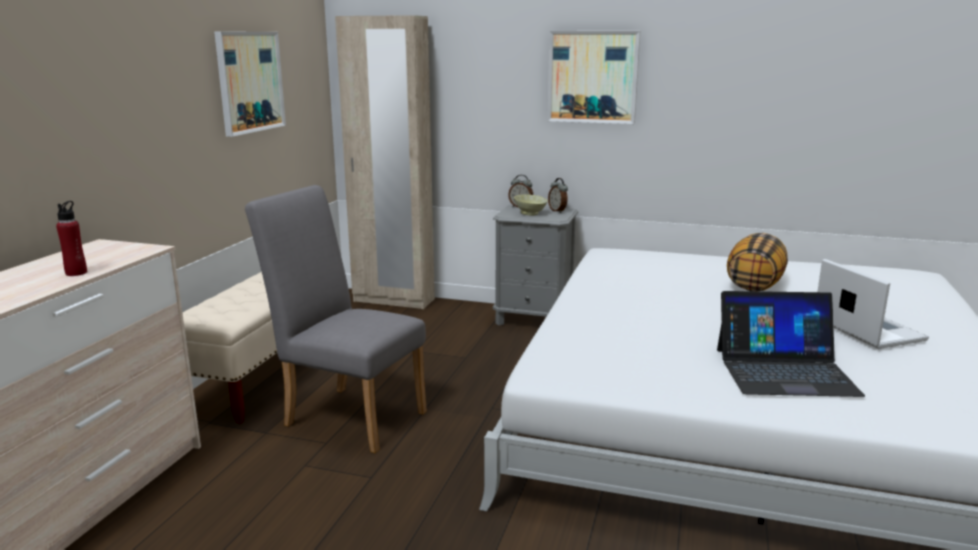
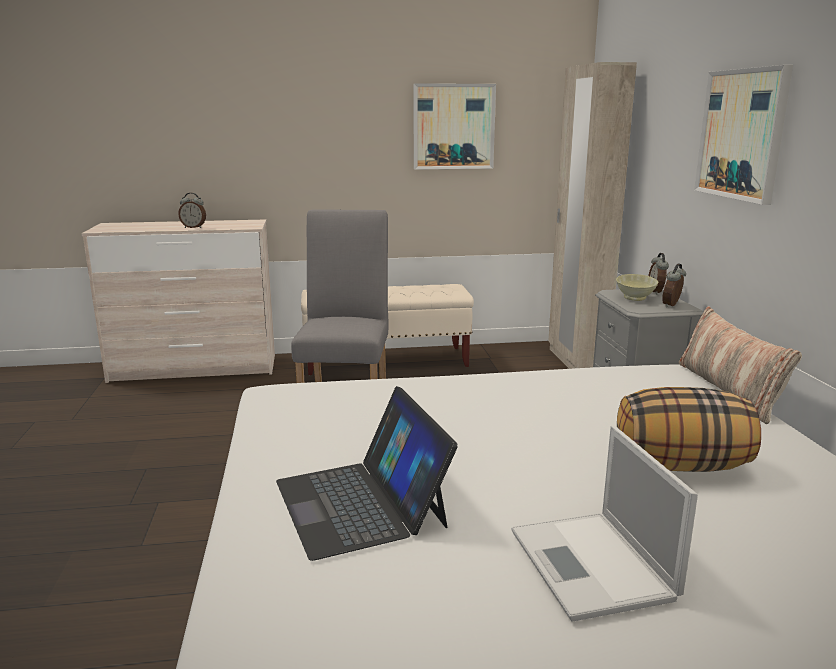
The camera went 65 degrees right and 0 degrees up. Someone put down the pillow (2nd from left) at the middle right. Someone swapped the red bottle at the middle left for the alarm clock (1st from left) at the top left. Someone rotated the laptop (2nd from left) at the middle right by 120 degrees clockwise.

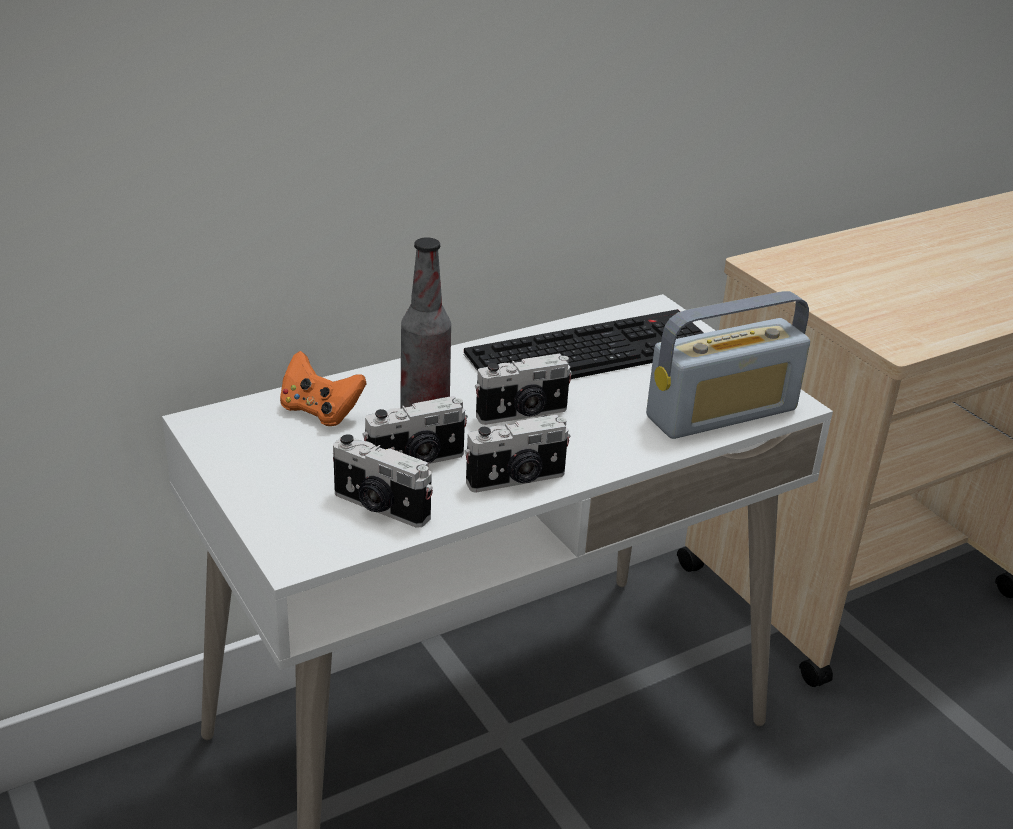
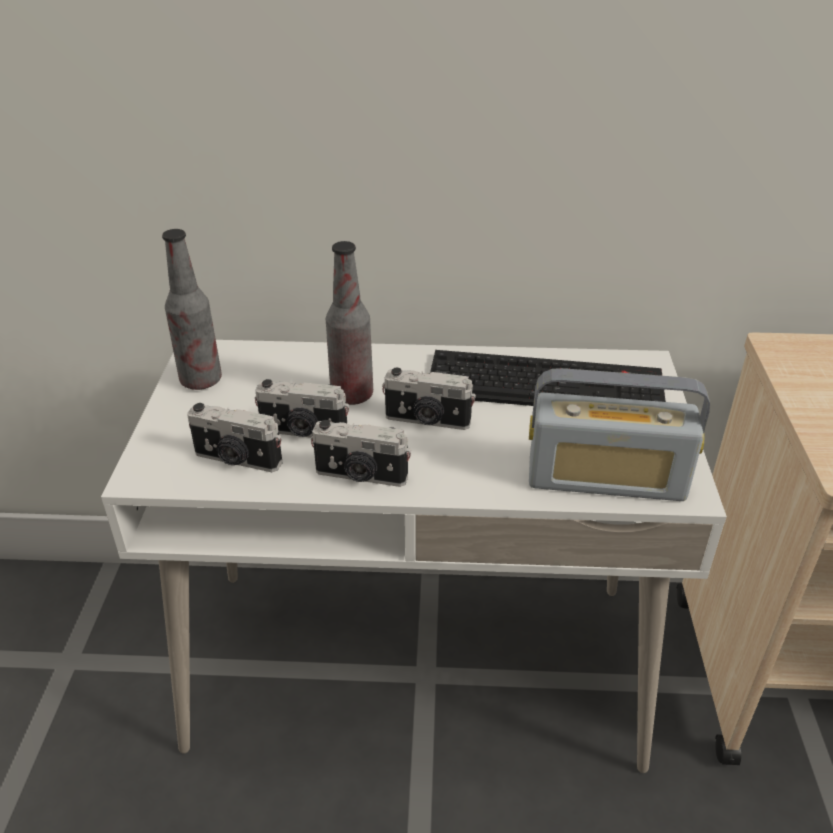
The camera went 35 degrees right and 5 degrees up. Someone took away the orange game controller at the middle left. Someone put down the bottle (1st from left) at the middle left. Someone rotated the photo camera (1st from left) at the centre by 45 degrees counterclockwise.

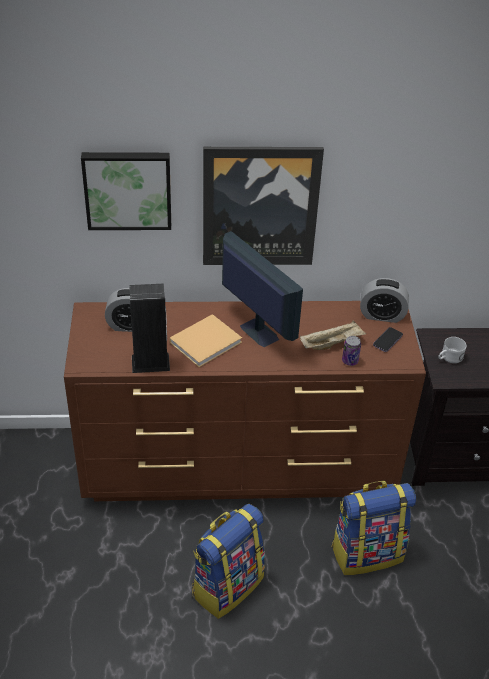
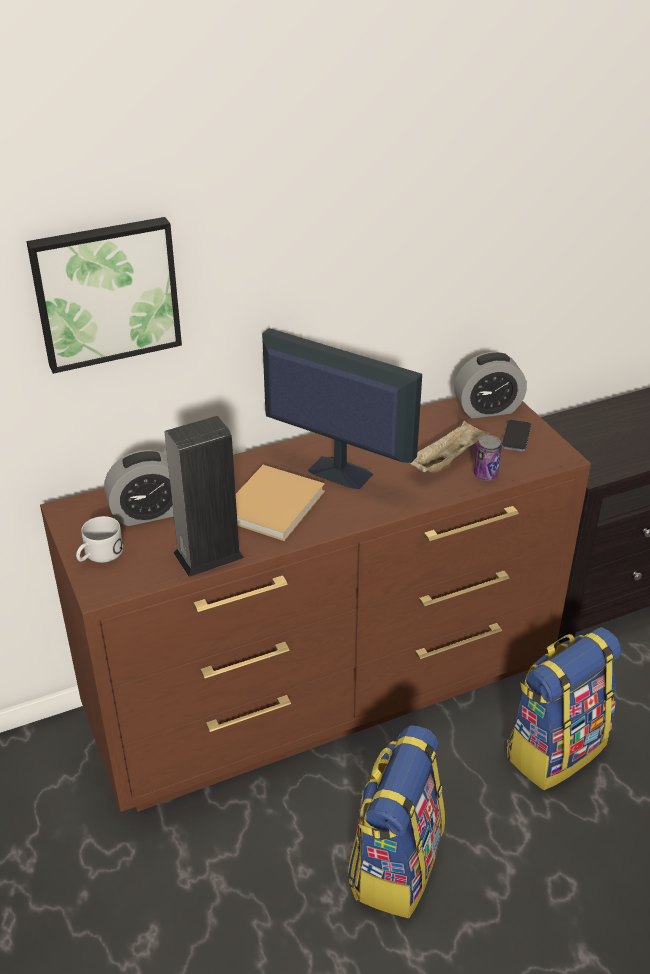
The camera went 20 degrees left and 5 degrees down. Someone took away the picture (2nd from left) at the top centre. Someone carried the white mug from the middle right to the middle left.

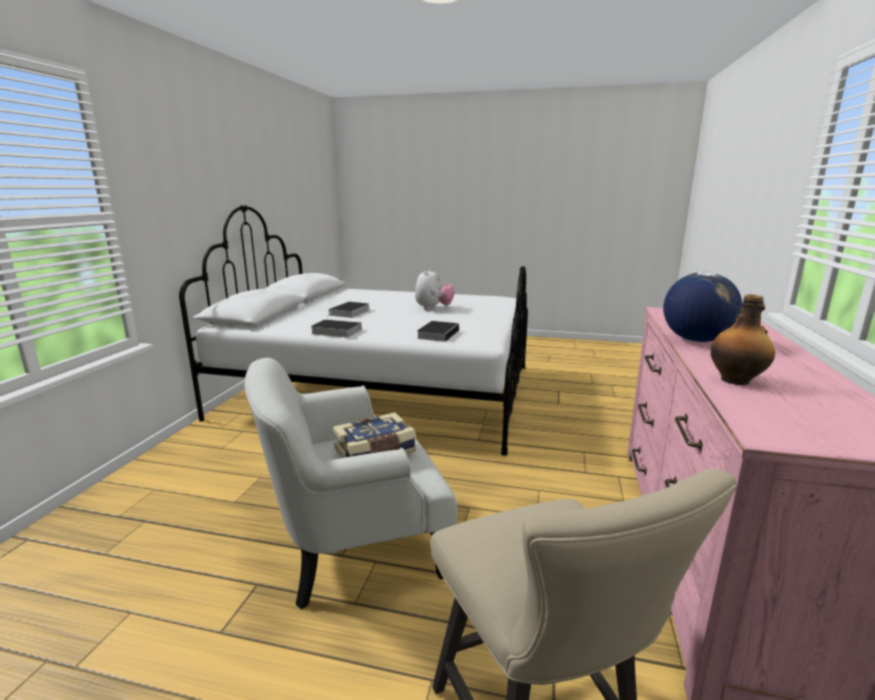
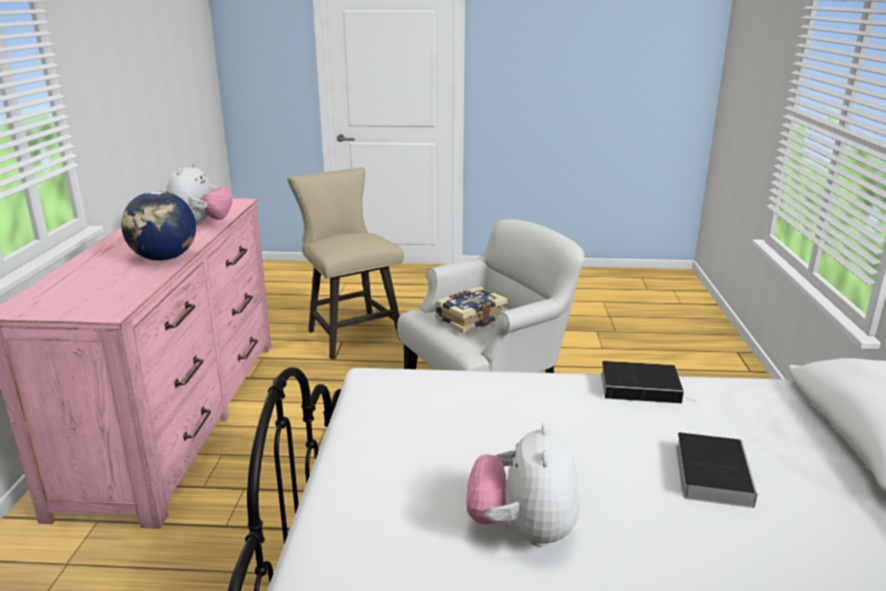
The camera went 170 degrees right and 5 degrees up. Someone took away the book (4th from left) at the centre. Someone swapped the bottle at the middle right for the plush toy (1st from left) at the top left.

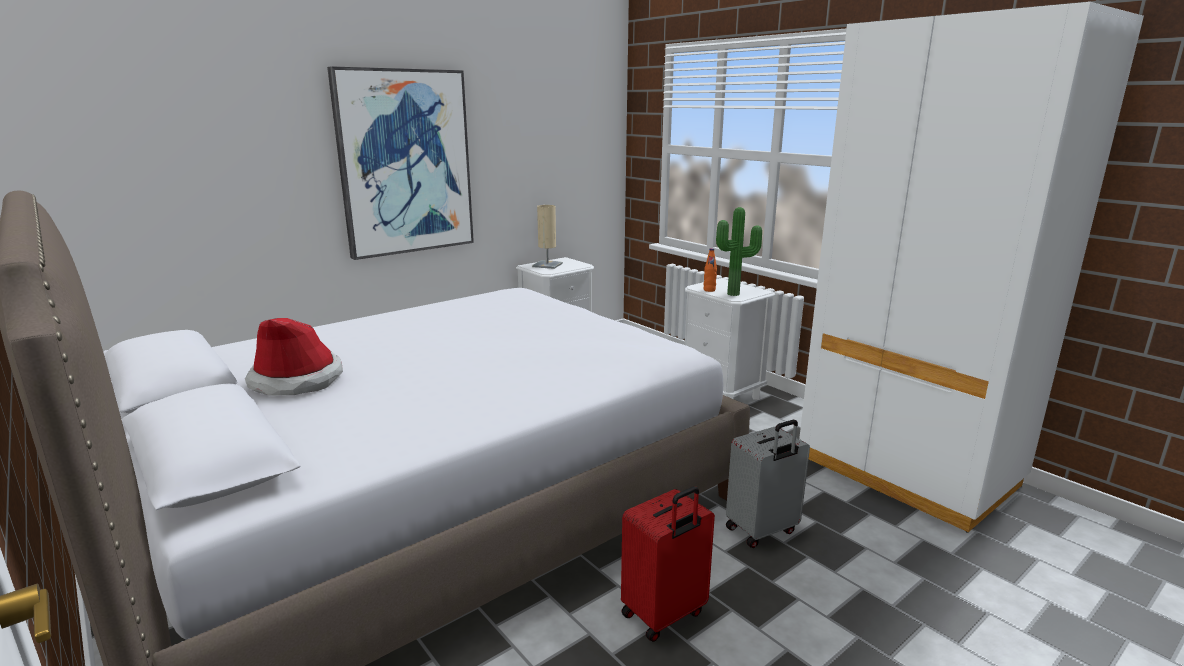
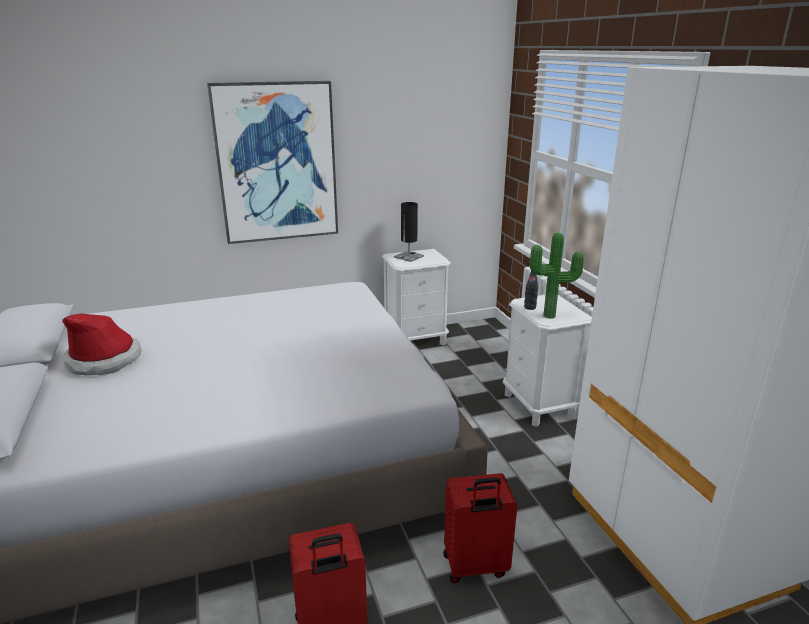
The camera went 20 degrees right and 5 degrees up. Someone repainted the beige table lamp at the centre, which became the black table lamp at the centre. Someone repainted the orange bottle at the centre, which became the black bottle at the centre. Someone repainted the grey suitcase at the bottom centre, which became the red suitcase (2nd from left) at the bottom centre.

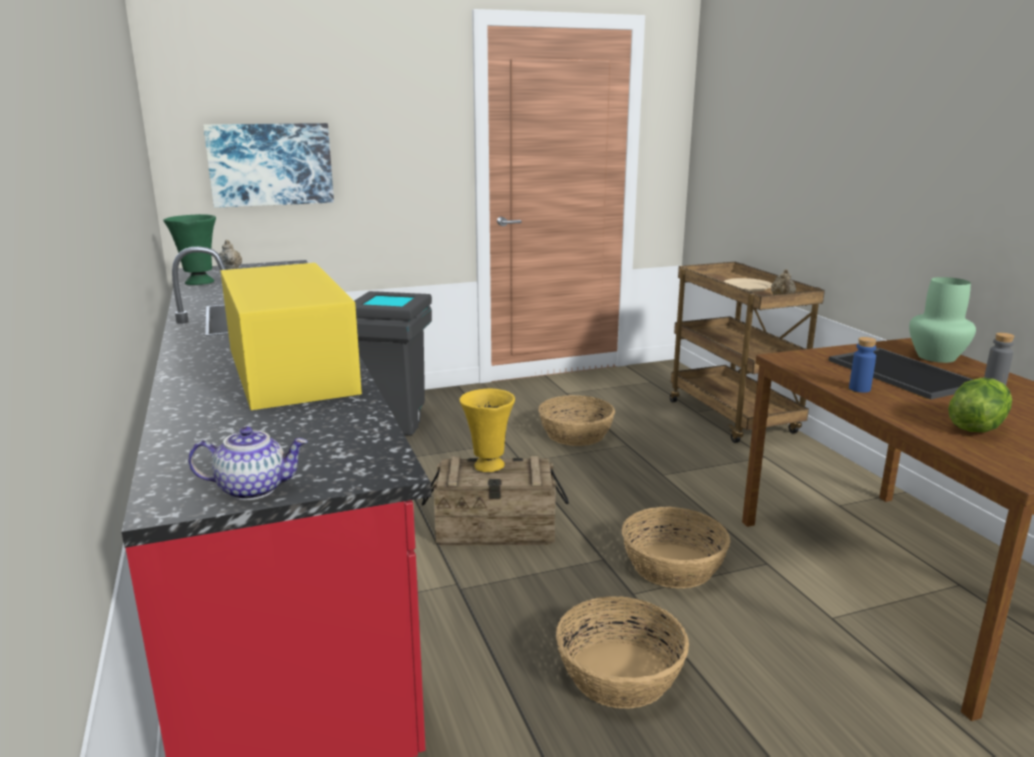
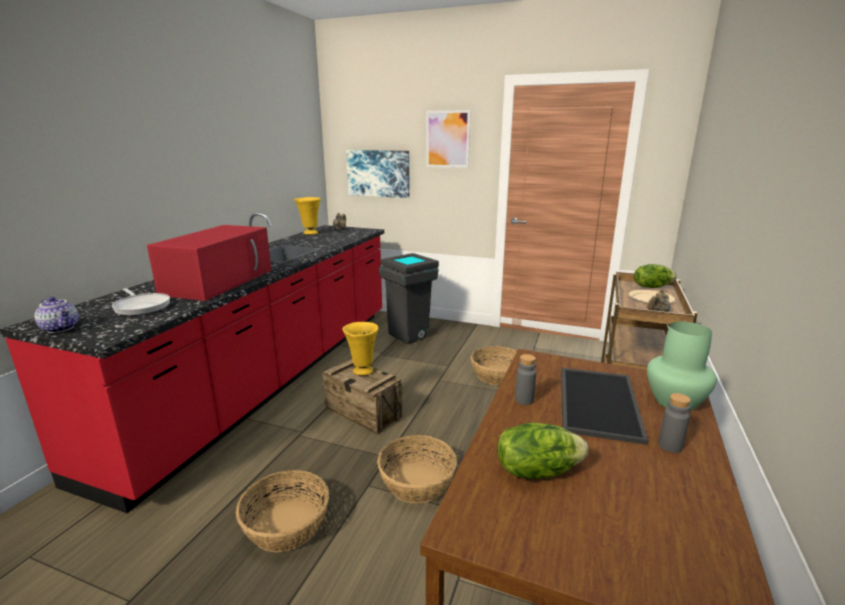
The camera went 40 degrees right and 0 degrees up. Someone put down the frying pan at the middle left. Someone put up the picture (2nd from left) at the top centre. Someone put down the lettuce (2nd from left) at the middle right. Someone repainted the green vase (1st from left) at the top left, which became the yellow vase (1st from left) at the centre. Someone repainted the yellow microwave at the middle left, which became the red microwave at the middle left. Someone repainted the blue bottle at the middle right, which became the grey bottle (1st from left) at the centre.

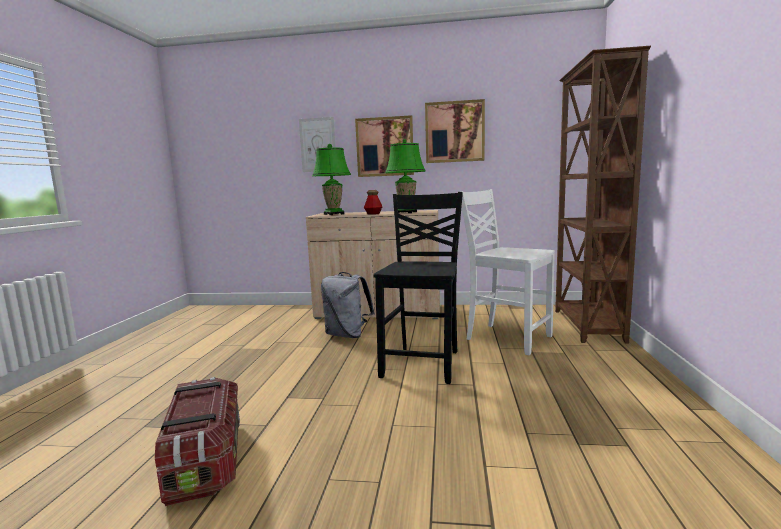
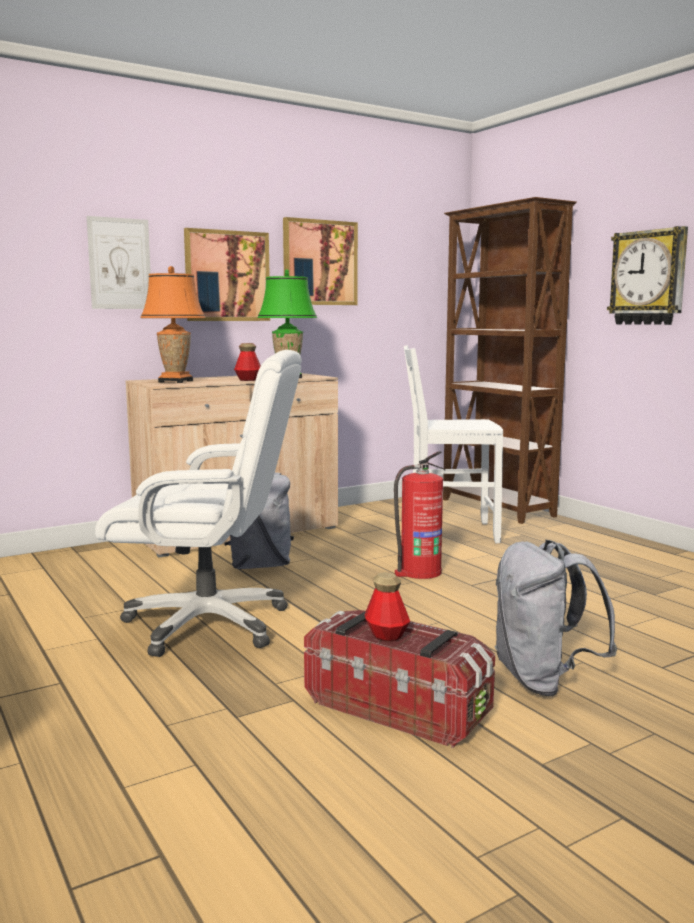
The camera went 40 degrees left and 0 degrees up. Someone put down the white office chair at the middle left. Someone put down the bottle (2nd from left) at the centre. Someone put down the grey backpack (2nd from left) at the bottom right. Someone put up the wall clock at the top right. Someone swapped the black chair at the centre for the fire extinguisher at the centre. Someone repainted the green table lamp (1st from left) at the centre, which became the orange table lamp at the middle left.

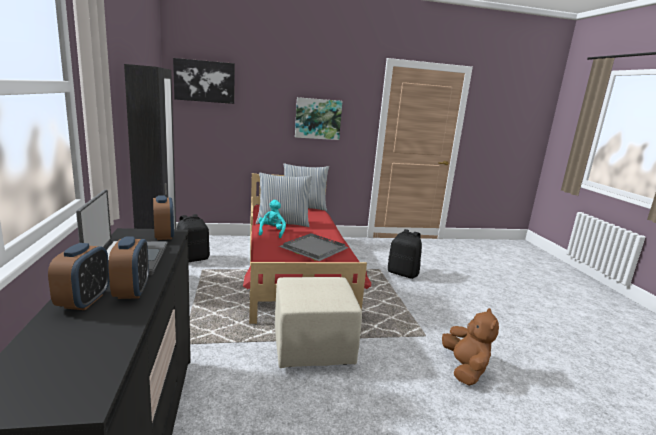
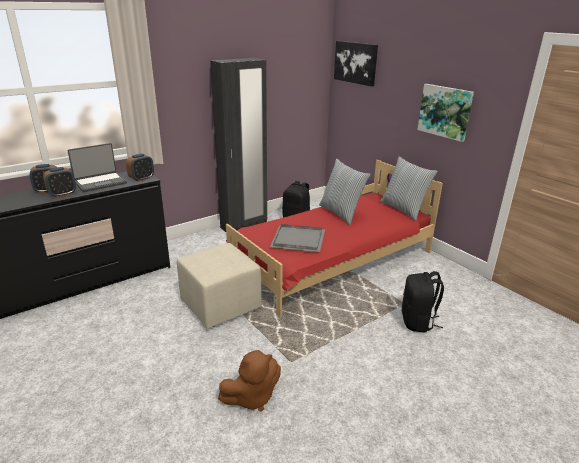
The camera went 65 degrees right and 10 degrees up. Someone took away the turquoise plush toy at the centre.

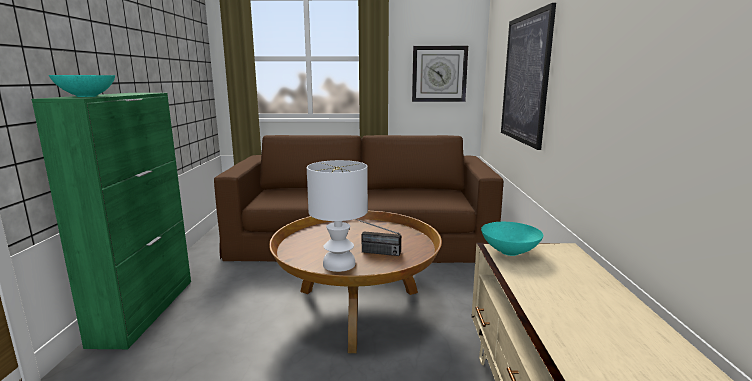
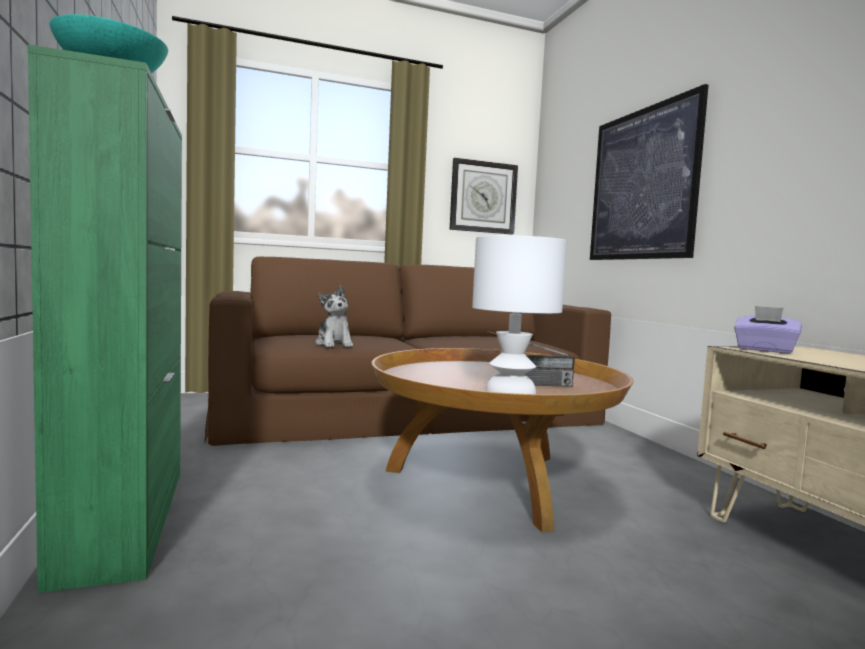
The camera went 20 degrees left and 10 degrees down. Someone put down the plush toy at the centre. Someone swapped the turquoise bowl (2nd from left) at the middle right for the purple tissue box at the middle right.

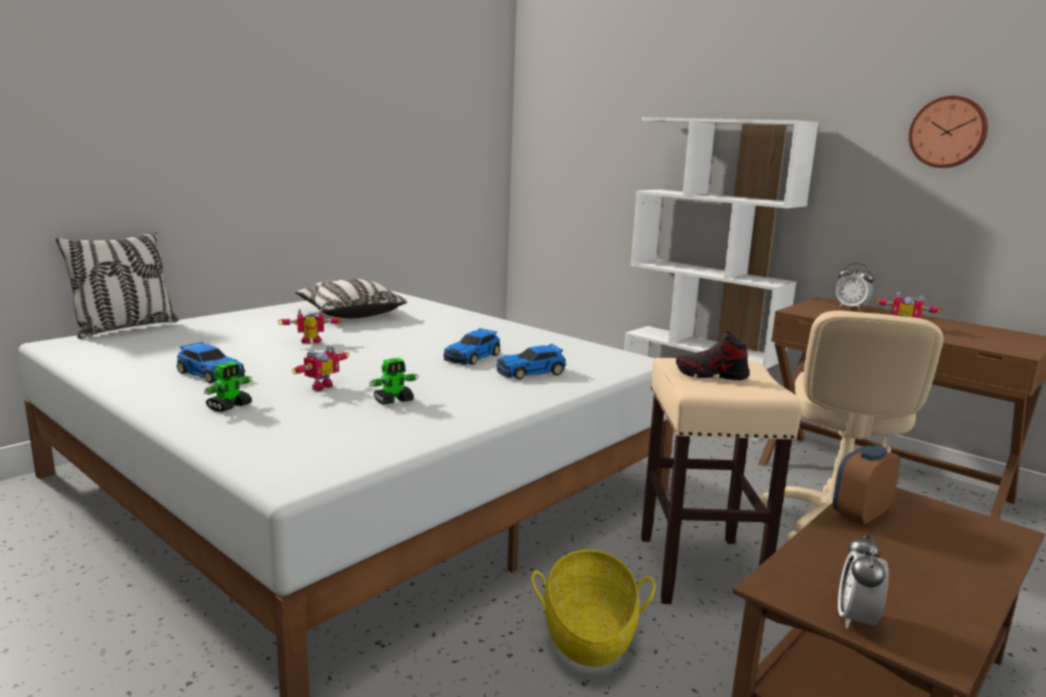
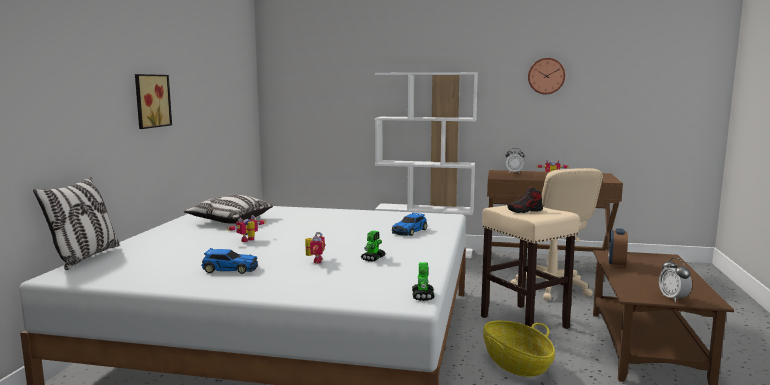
The camera went 30 degrees left and 5 degrees down. Someone took away the toy car (2nd from left) at the centre. Someone put up the picture at the top left. Someone carried the toy robot (1st from left in the first image) from the middle left to the bottom centre.

